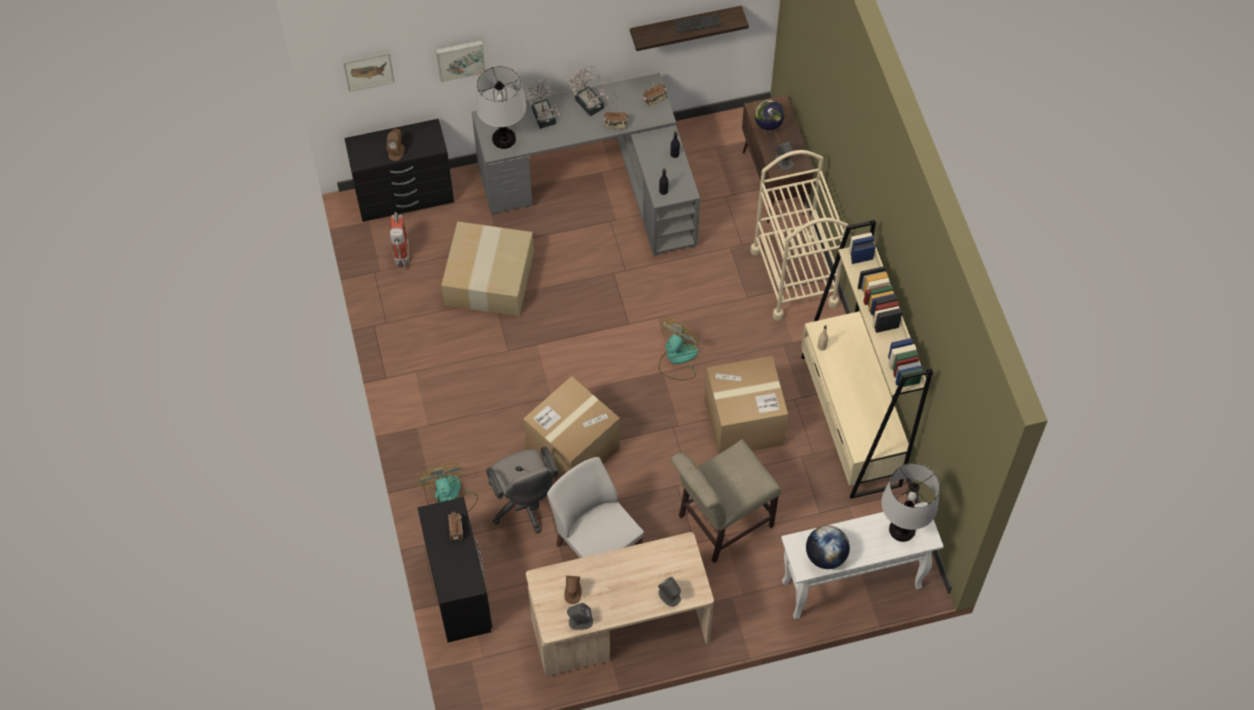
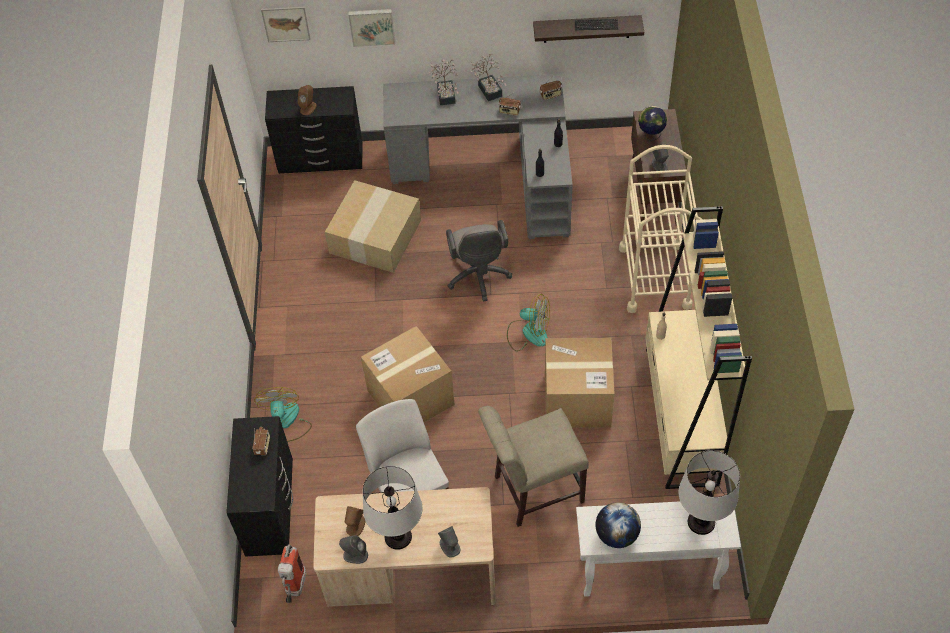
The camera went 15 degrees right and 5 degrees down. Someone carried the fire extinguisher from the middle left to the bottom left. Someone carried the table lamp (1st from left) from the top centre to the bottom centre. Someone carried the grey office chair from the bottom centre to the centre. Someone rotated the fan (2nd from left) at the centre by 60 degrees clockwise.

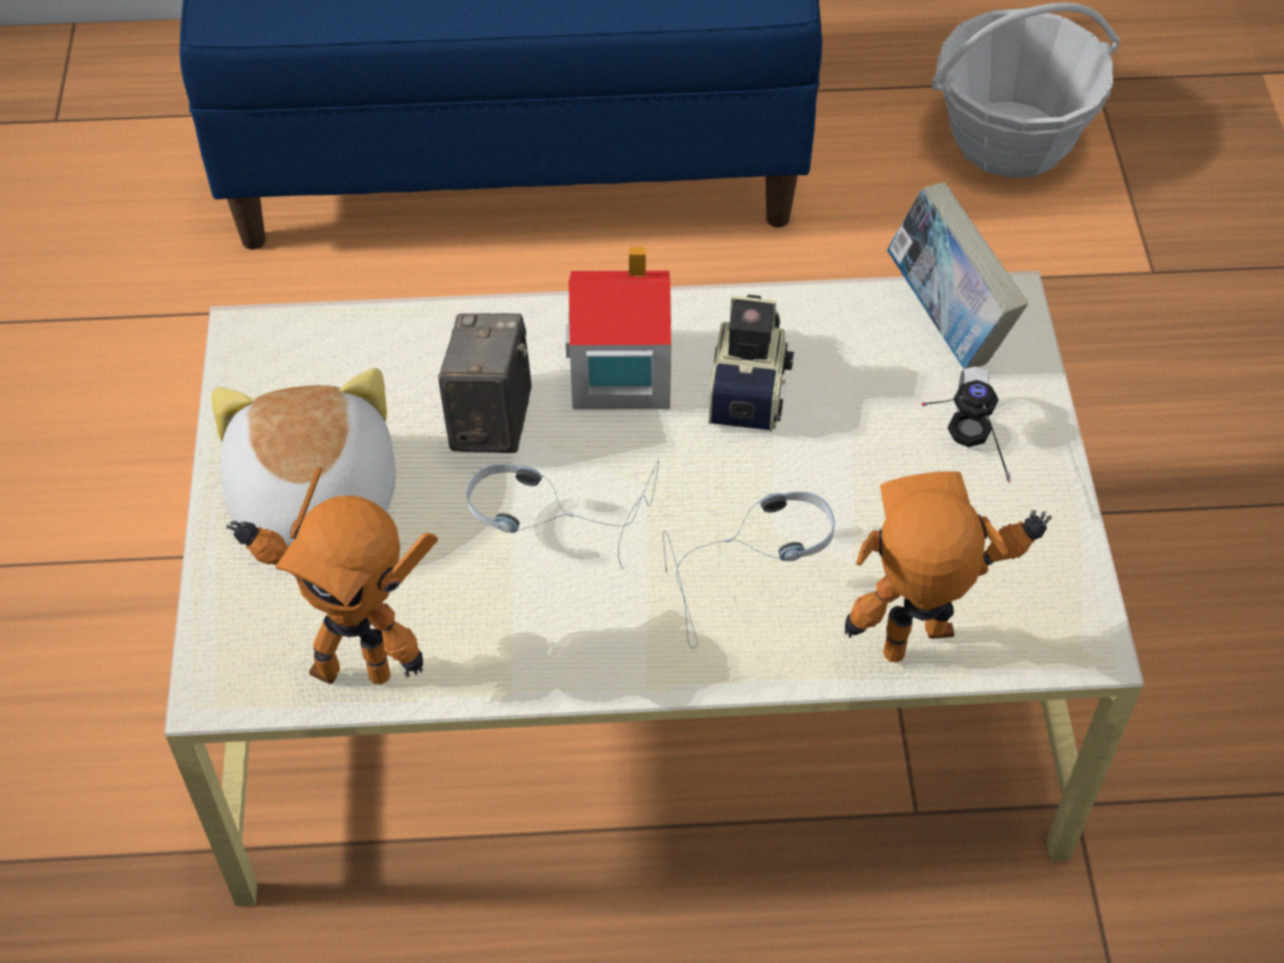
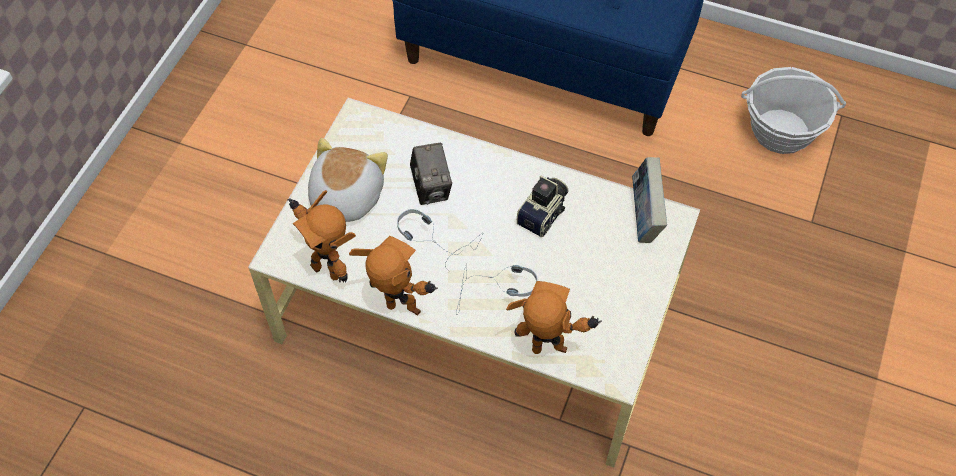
The camera went 25 degrees right and 5 degrees up. Someone took away the toy house at the centre. Someone took away the headphones (3rd from left) at the middle right. Someone put down the toy robot (2nd from left) at the centre. Someone rotated the photo camera (1st from left) at the centre by 135 degrees clockwise.

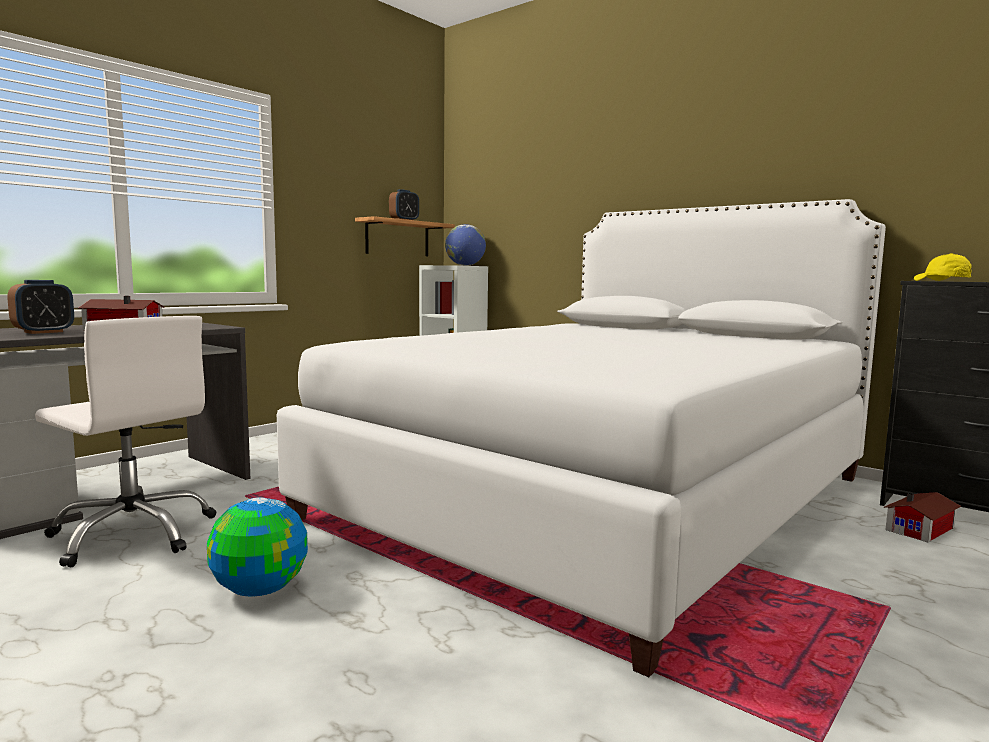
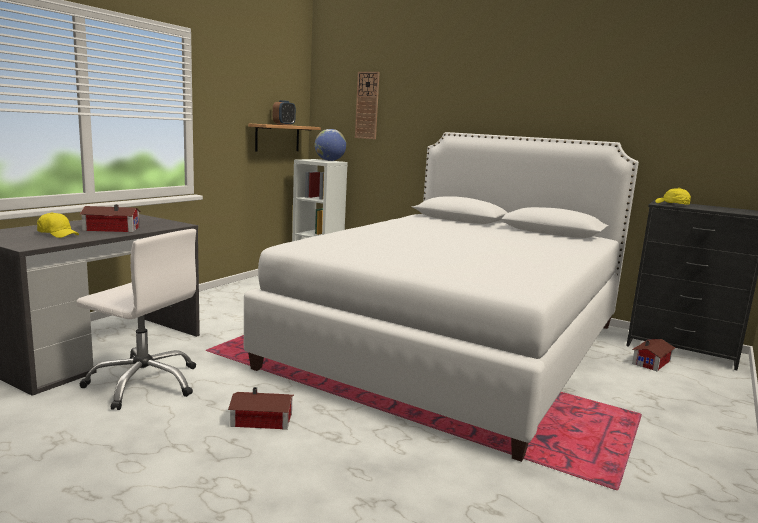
The camera went 10 degrees left and 5 degrees up. Someone put up the wall clock at the top centre. Someone swapped the alarm clock (1st from left) at the middle left for the yellow cap (1st from left) at the middle left. Someone swapped the globe (1st from left) at the bottom left for the toy house (2nd from left) at the bottom centre.

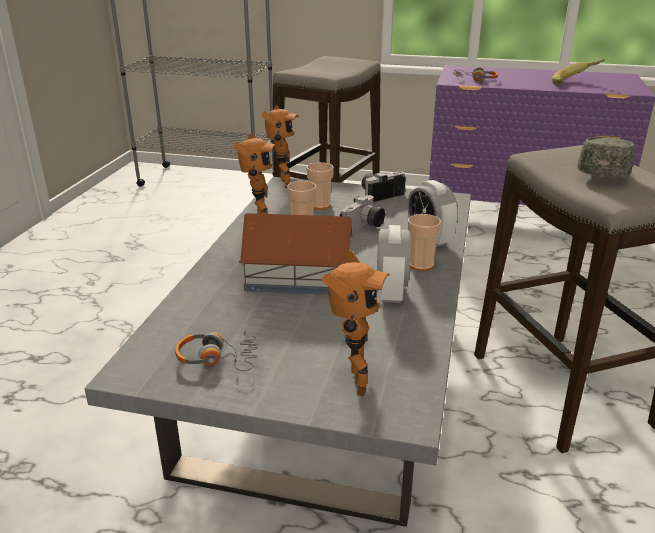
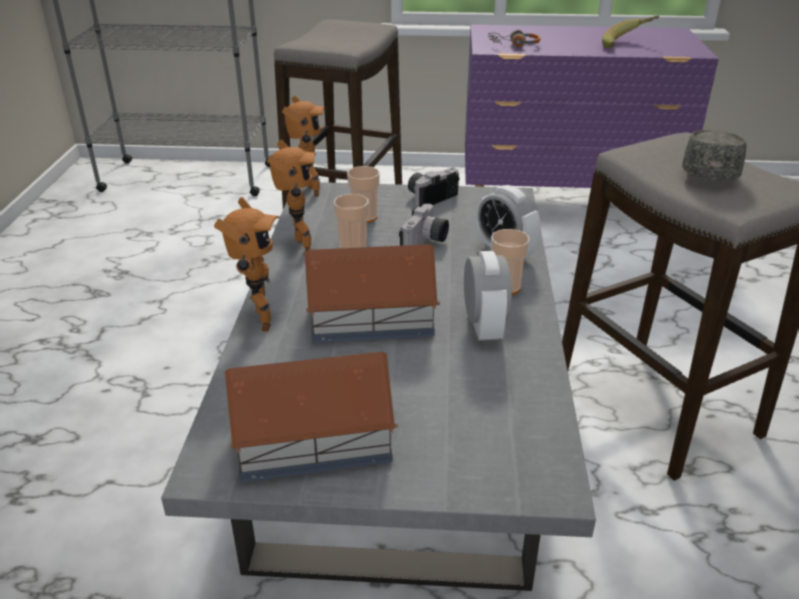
The camera went 10 degrees left and 5 degrees up. Someone carried the toy robot (3rd from left in the first image) from the centre to the middle left. Someone swapped the headphones (1st from left) at the middle left for the toy house (1st from left) at the bottom centre.

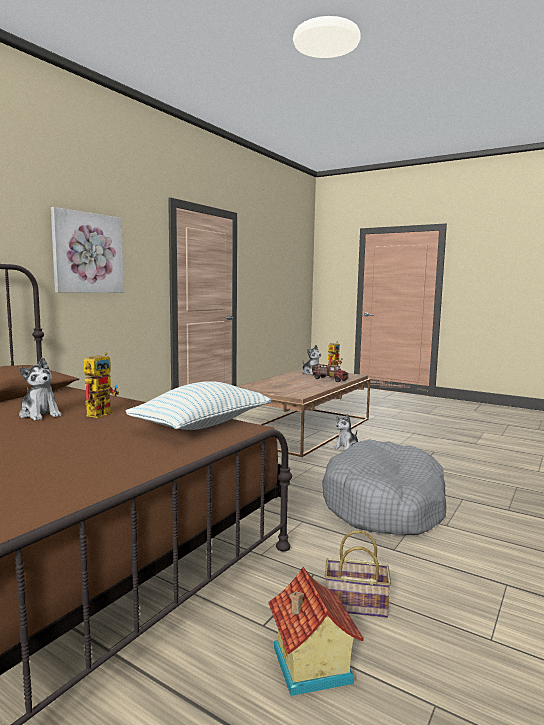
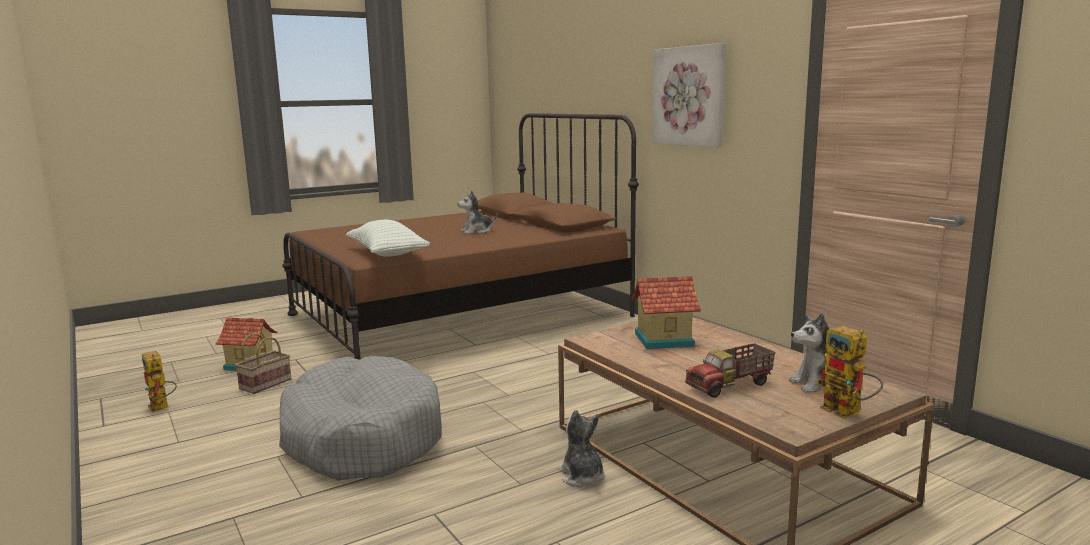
The camera went 115 degrees right and 5 degrees up. Someone put down the toy house (2nd from left) at the centre. Someone carried the toy robot (1st from left) from the middle left to the bottom left.

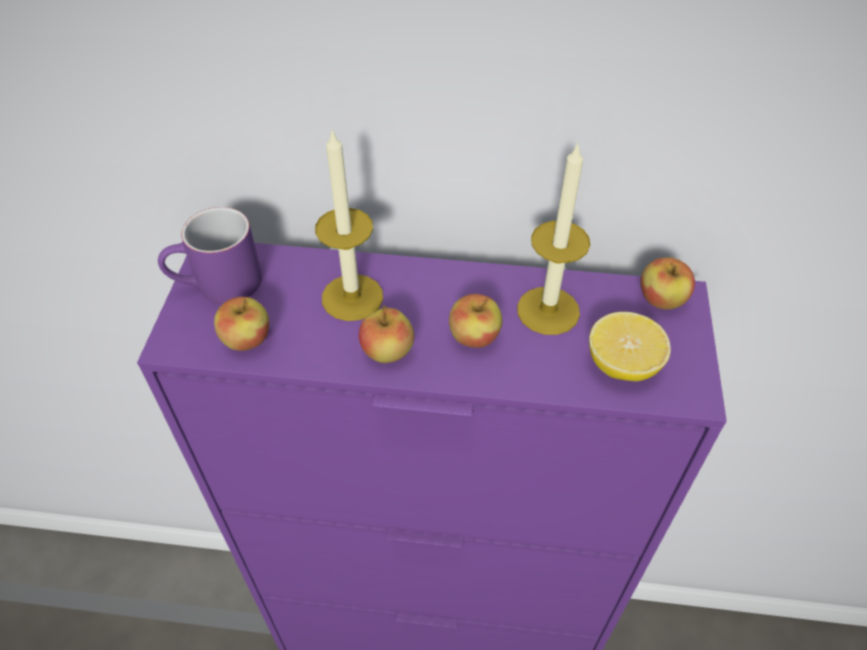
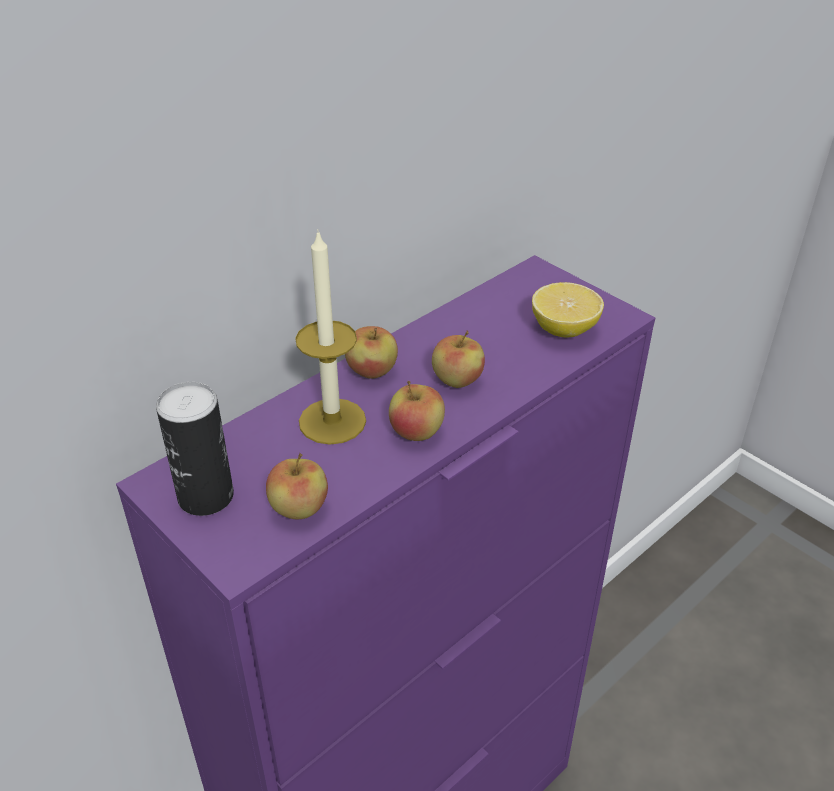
The camera went 50 degrees left and 10 degrees down. Someone took away the candle (2nd from left) at the centre. Someone carried the apple (4th from left in the first image) from the middle right to the centre. Someone swapped the purple mug at the middle left for the can at the middle left.

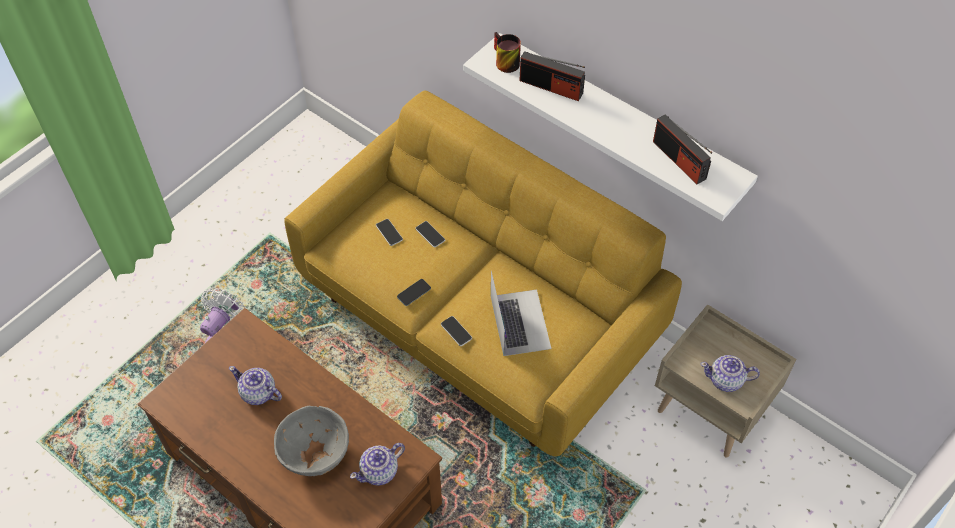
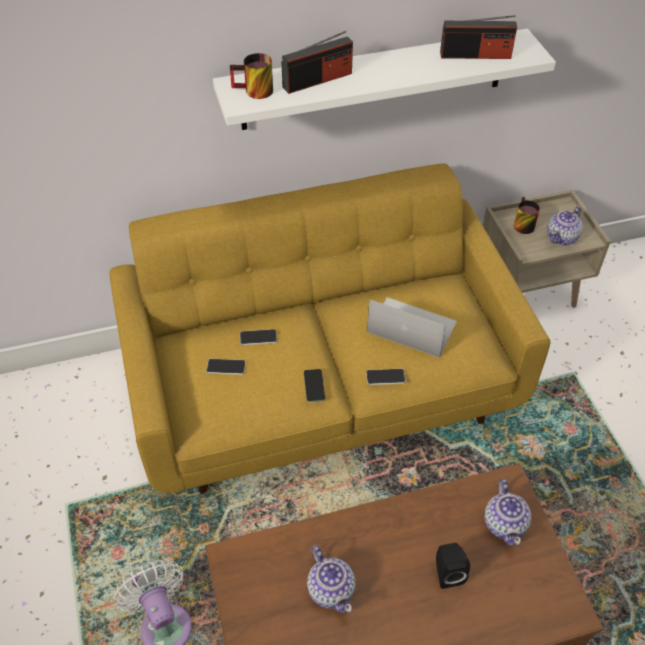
The camera went 55 degrees left and 5 degrees down. Someone put down the mug (2nd from left) at the middle right. Someone swapped the grey bowl at the bottom left for the black speaker at the bottom right. Someone rotated the teapot (1st from left) at the bottom left by 90 degrees counterclockwise.

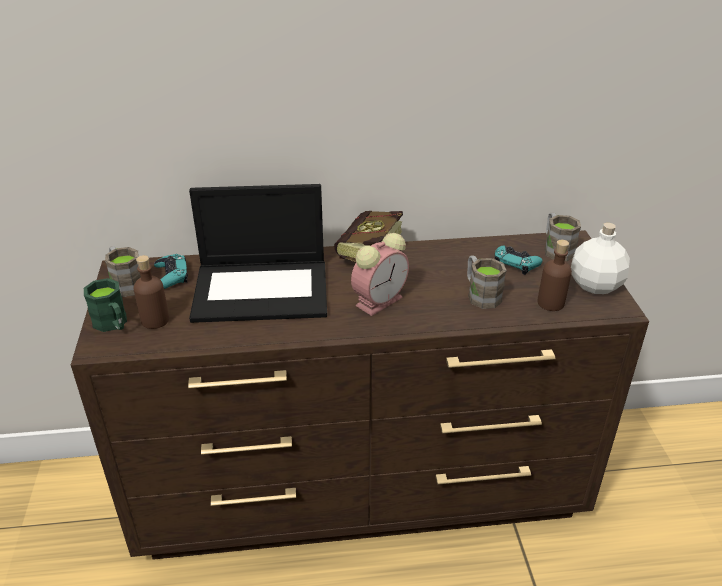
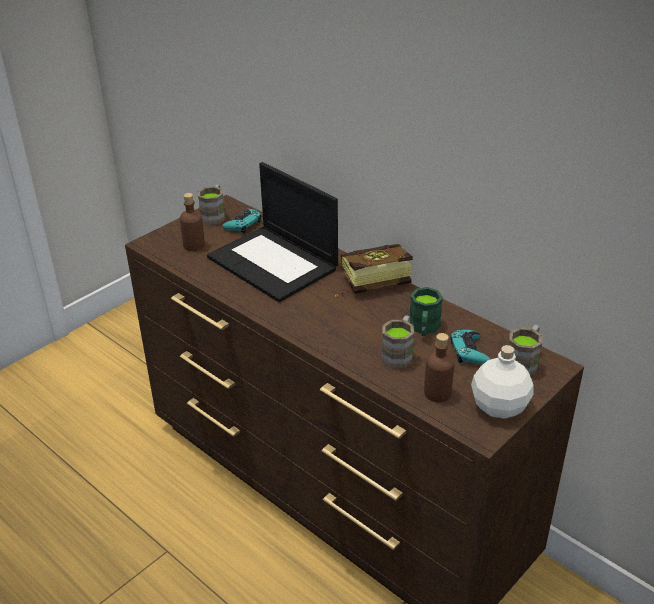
The camera went 50 degrees right and 0 degrees up. Someone took away the alarm clock at the centre. Someone carried the green mug from the middle left to the centre.

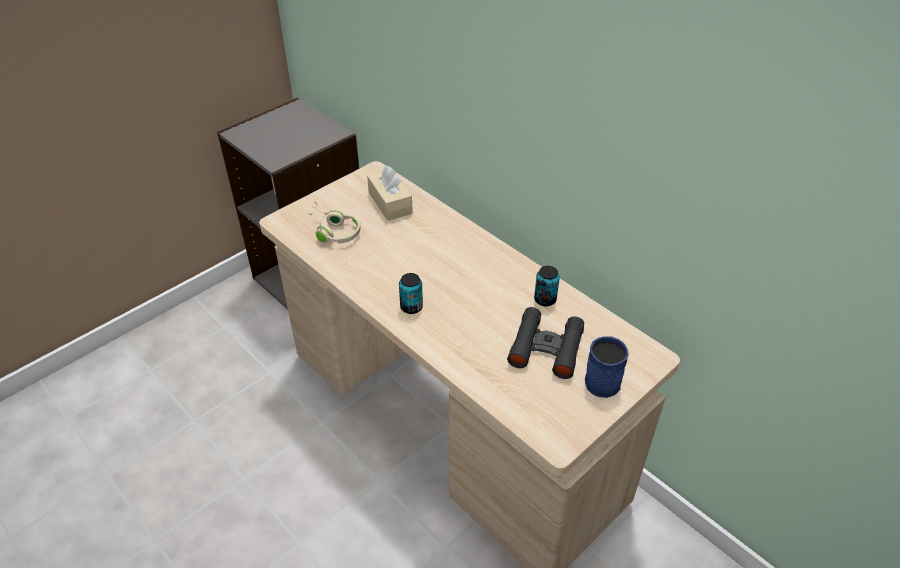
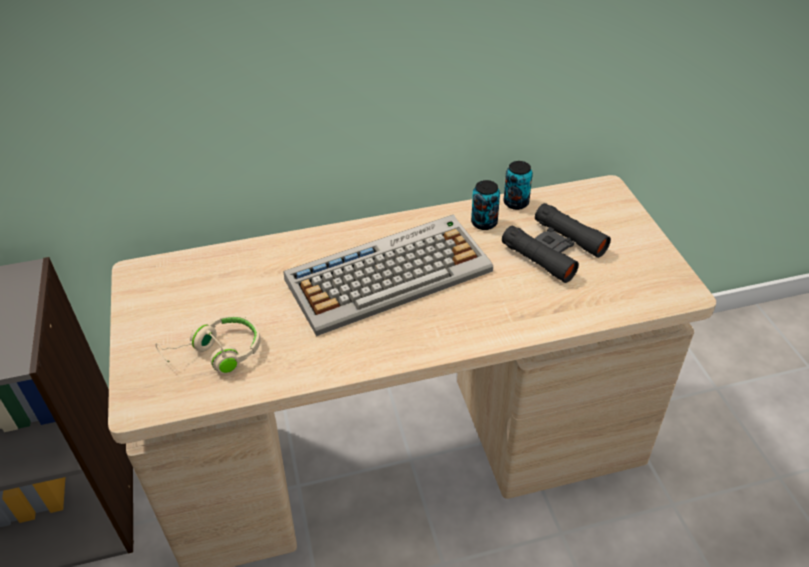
The camera went 60 degrees left and 0 degrees up. Someone took away the beige tissue box at the centre. Someone took away the blue mug at the middle right. Someone put down the keyboard at the centre. Someone carried the can (1st from left in the first image) from the centre to the top centre.

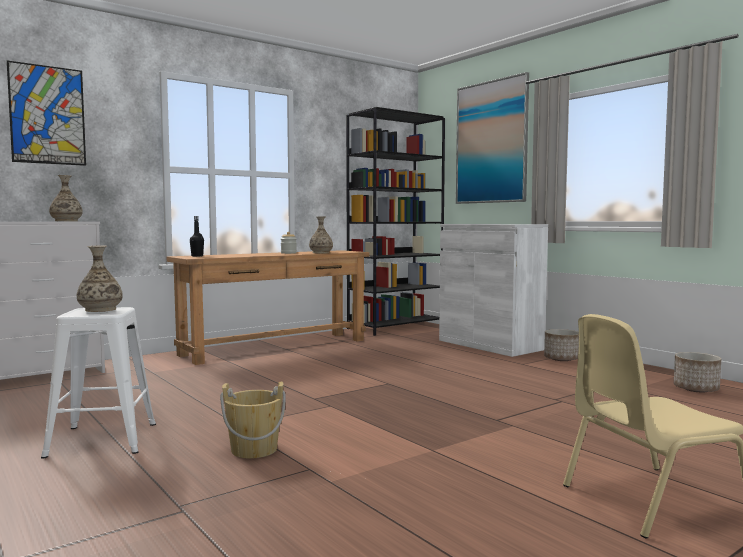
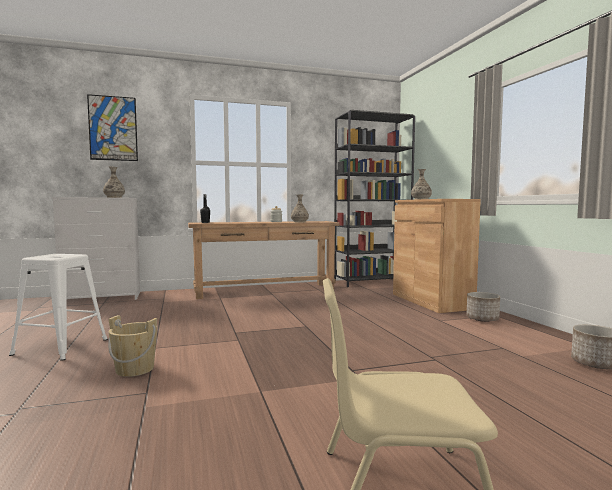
The camera went 20 degrees right and 0 degrees up. Someone took away the picture (2nd from left) at the top centre. Someone carried the vase (2nd from left in the first image) from the middle left to the middle right. Someone repainted the white cabinet at the centre, which became the brown cabinet at the middle right.

